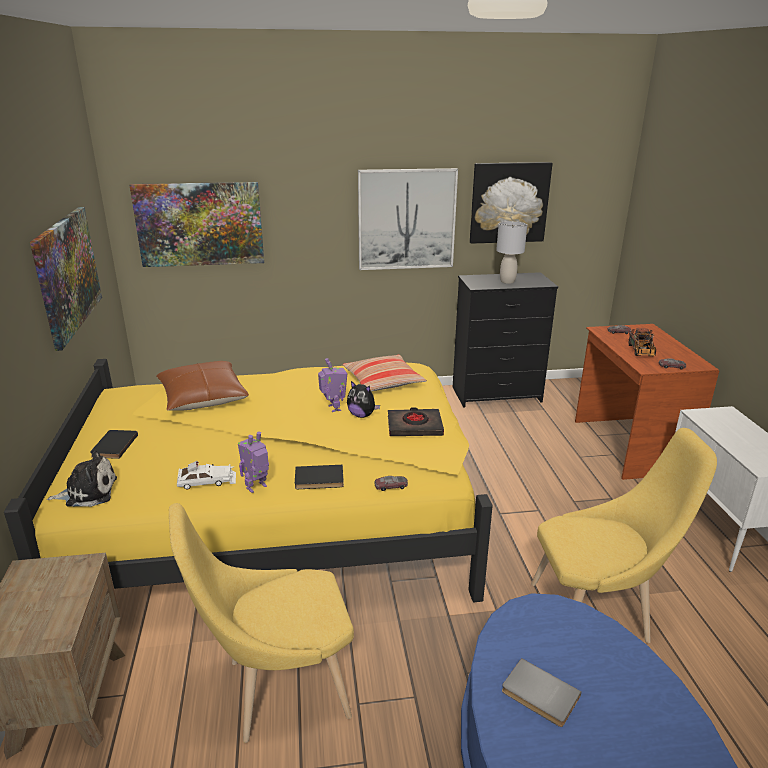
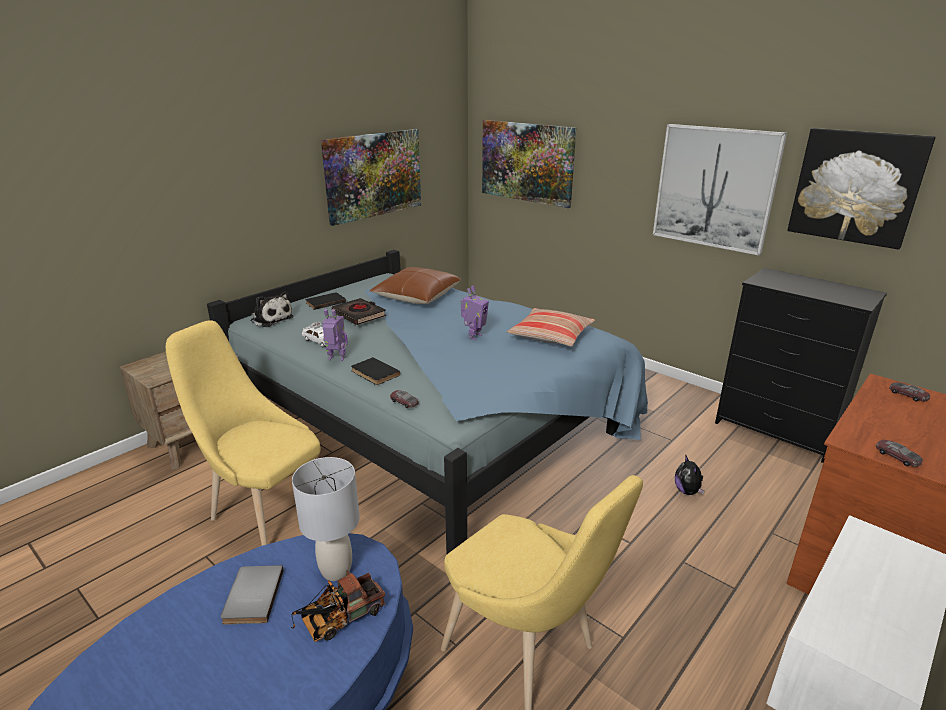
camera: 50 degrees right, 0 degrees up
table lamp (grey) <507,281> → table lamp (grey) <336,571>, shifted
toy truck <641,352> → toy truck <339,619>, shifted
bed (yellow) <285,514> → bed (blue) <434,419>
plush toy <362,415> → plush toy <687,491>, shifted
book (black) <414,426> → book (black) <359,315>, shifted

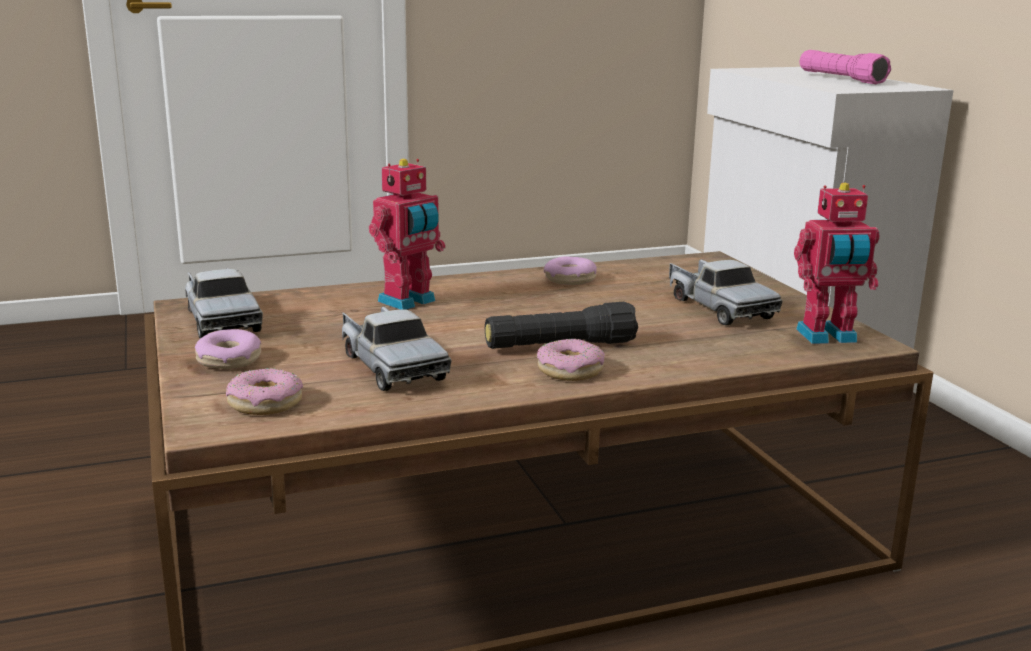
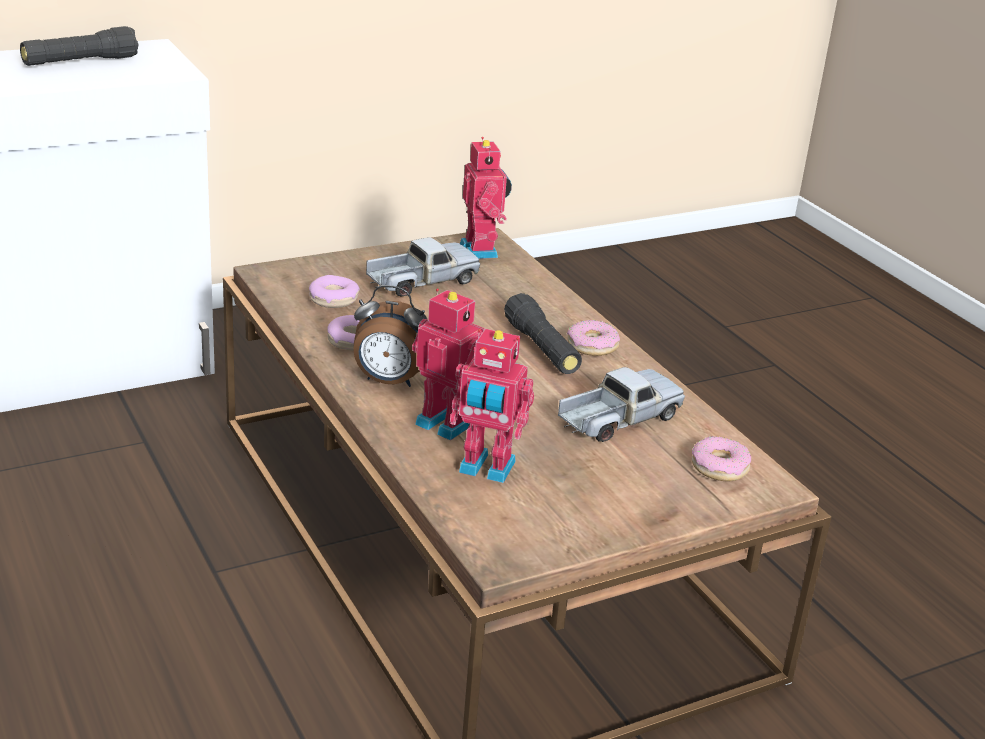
camera: 100 degrees left, 10 degrees up
flashlight (pink) <840,79> → flashlight (black) <80,62>
toy truck <221,319> → -
donut <228,360> → donut <334,299>, shifted
- → alarm clock <389,381>
- → toy robot <486,469>

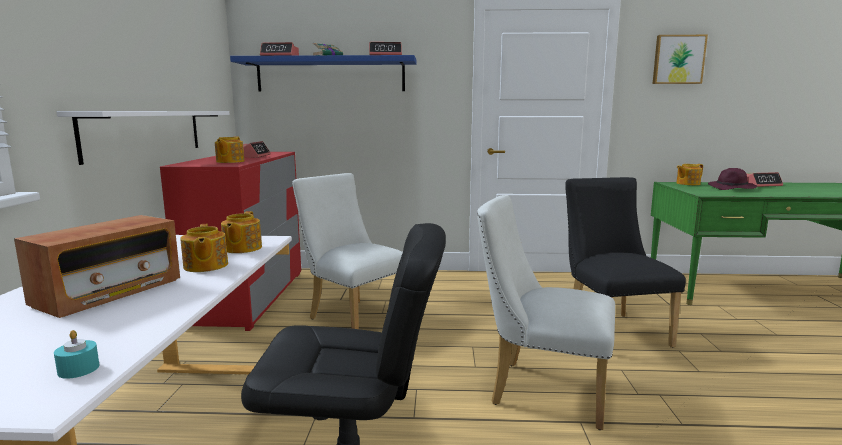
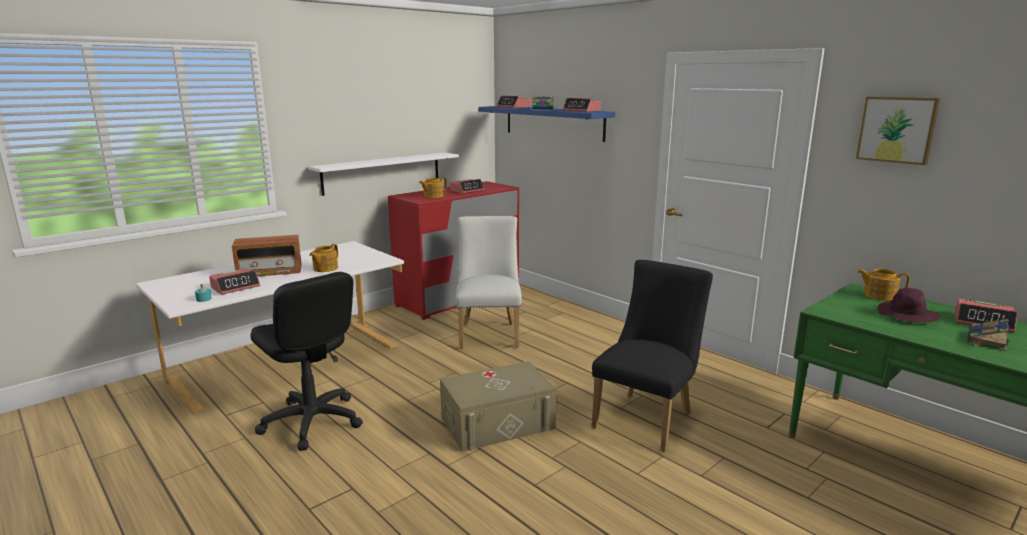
camera: 45 degrees right, 5 degrees up
chair (white) <540,390> → storage box (beige) <497,423>
teapot <241,248> → -
- → alarm clock <235,287>
- → book <987,341>

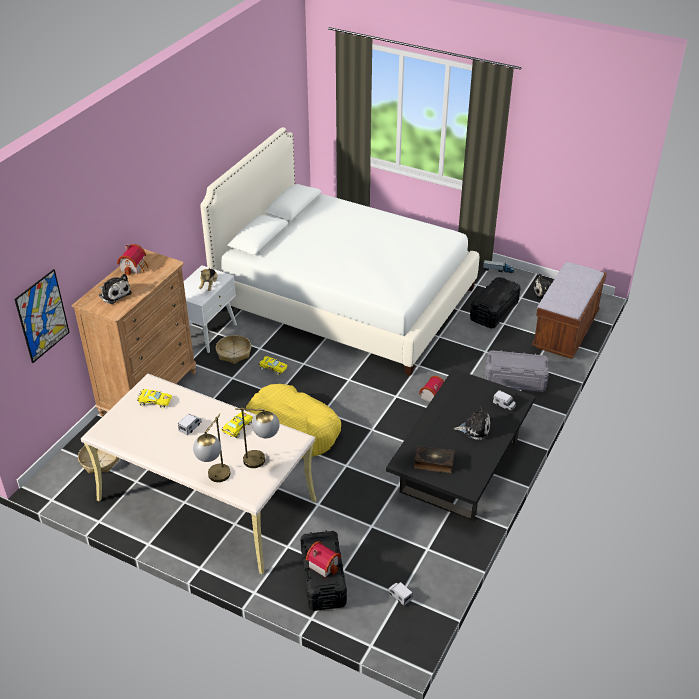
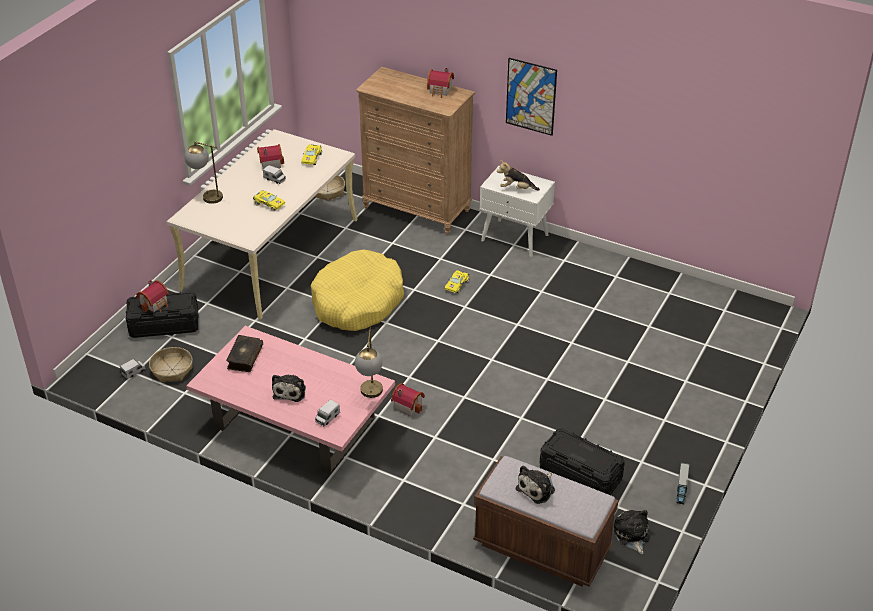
camera: 90 degrees right, 0 degrees up
bed (white) <344,298> → -
picture <42,316> → picture <531,96>, shifted
plush toy <114,294> → plush toy <537,488>, shifted
basket <234,353> → basket <172,369>, shifted
storage box (grey) <515,380> → -
coffee table (black) <459,464> → coffee table (pink) <296,422>
table lamp <262,460> → table lamp <371,396>, shifted
- → toy house <269,163>

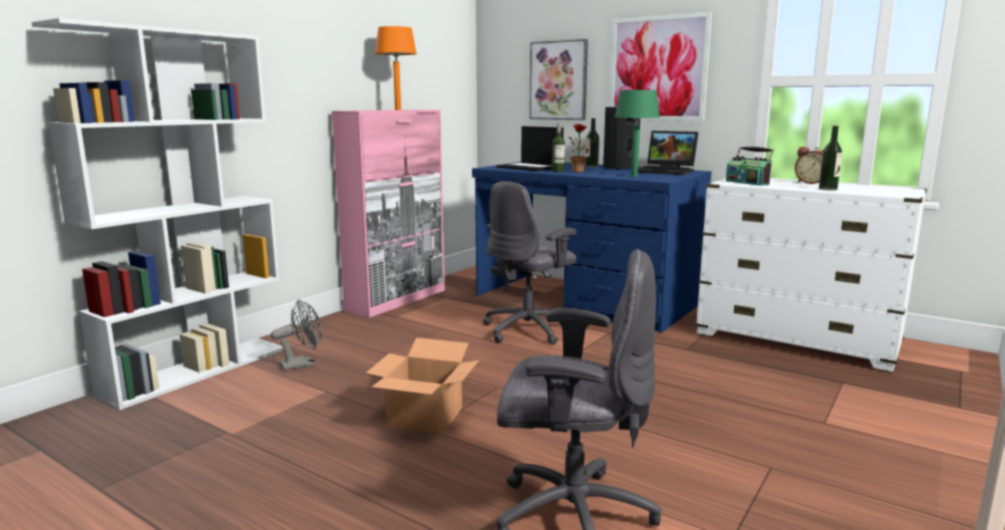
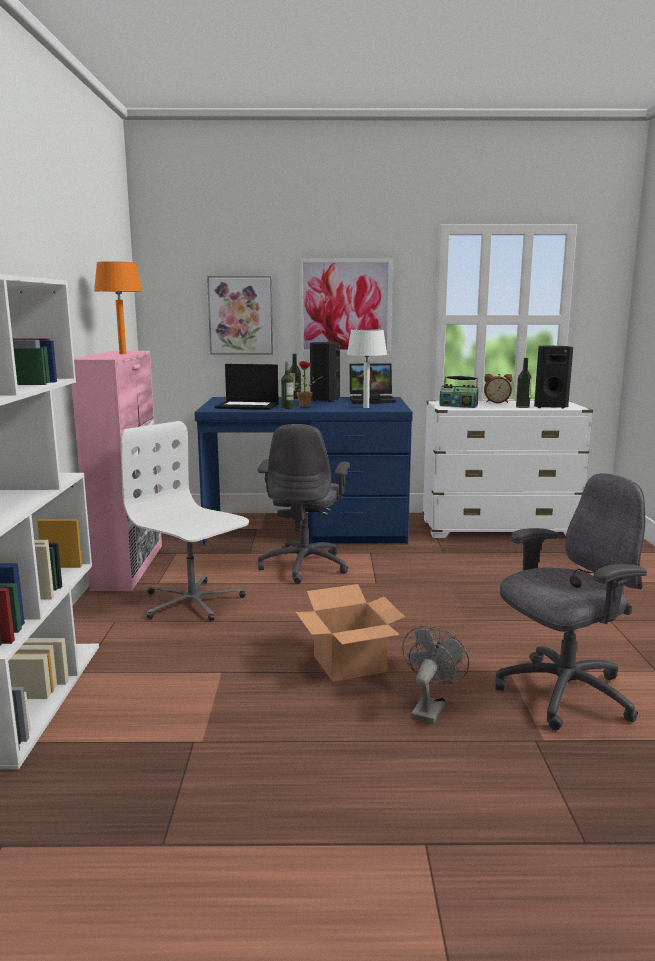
camera: 35 degrees left, 0 degrees up
table lamp (green) <634,176> → table lamp (white) <366,407>
fan (grey) <302,364> → fan (grey) <429,708>, shifted
- → speaker (black) <549,407>
- → office chair (white) <192,602>

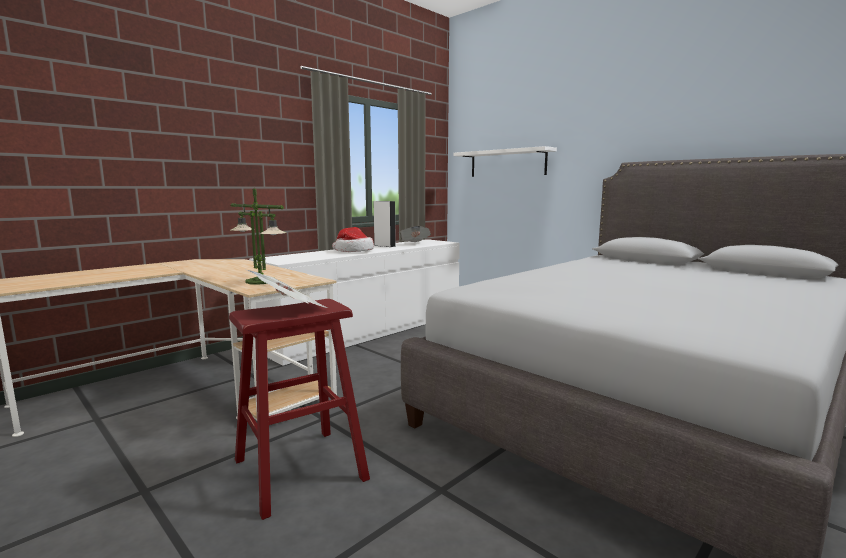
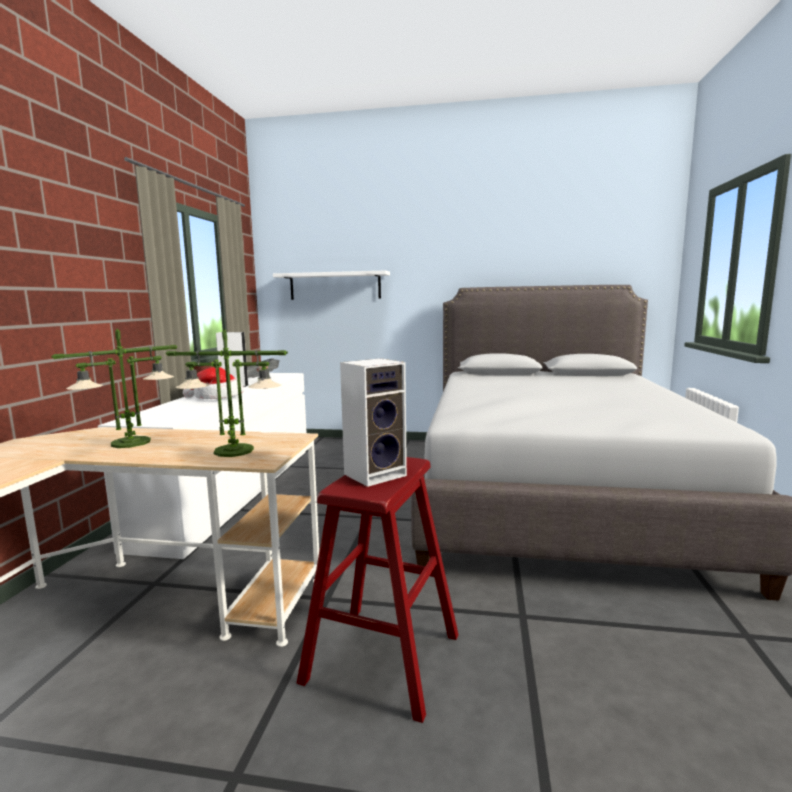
camera: 35 degrees left, 0 degrees up
newspaper <290,309> → speaker <376,474>
- → table lamp <130,443>

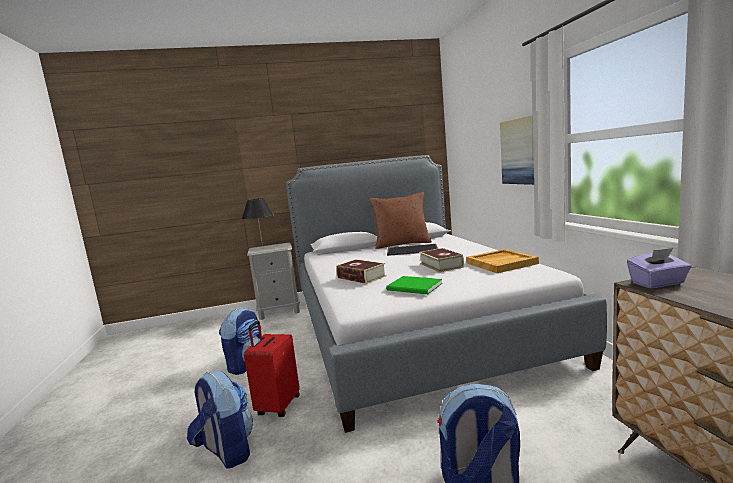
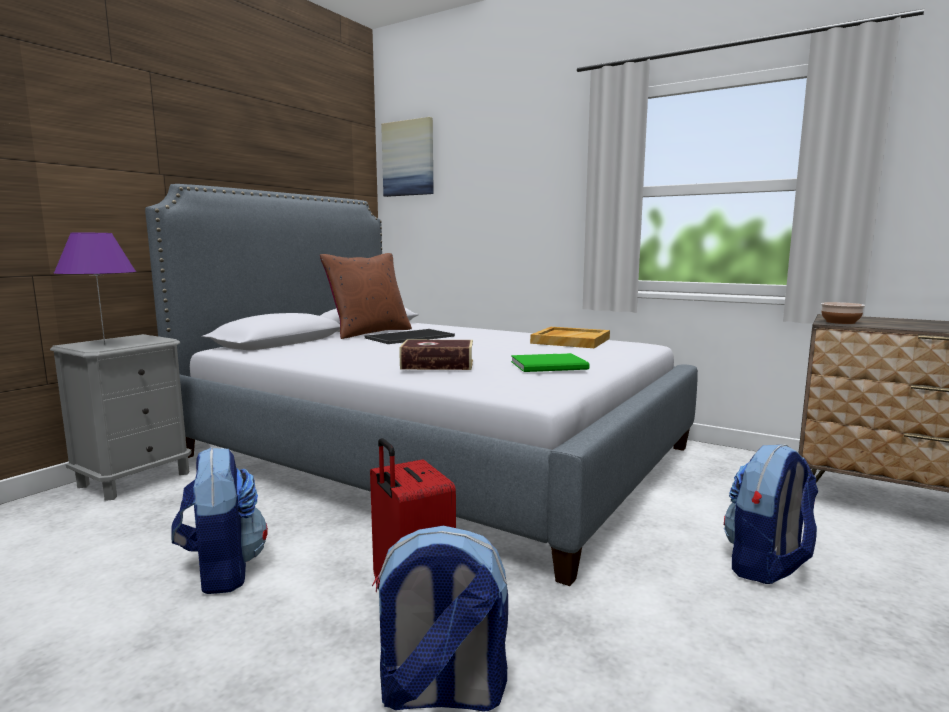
camera: 45 degrees left, 0 degrees up
picture <520,151> → picture <408,158>, shifted
table lamp (black) <262,248> → table lamp (purple) <104,344>
book <441,265> → -
tissue box (purple) <658,283> → bowl <840,322>

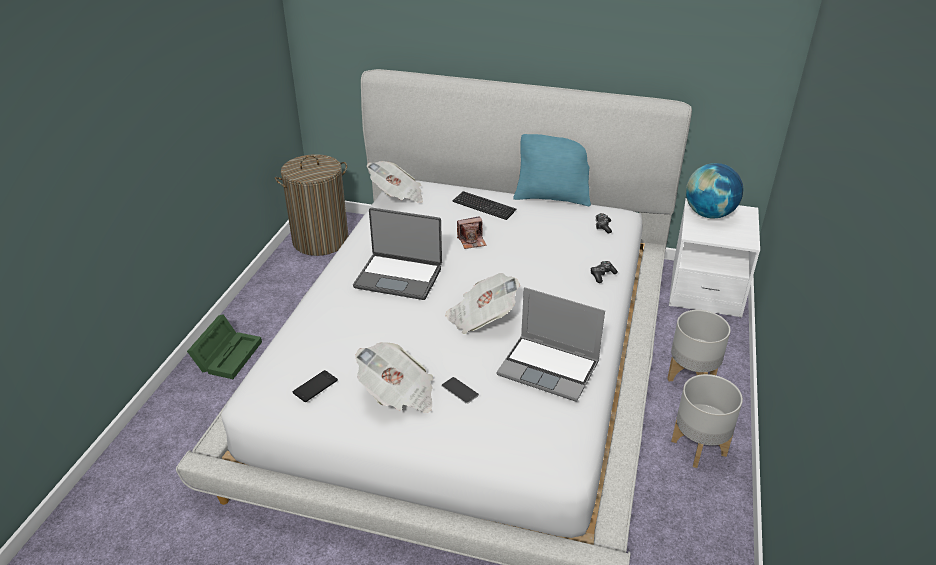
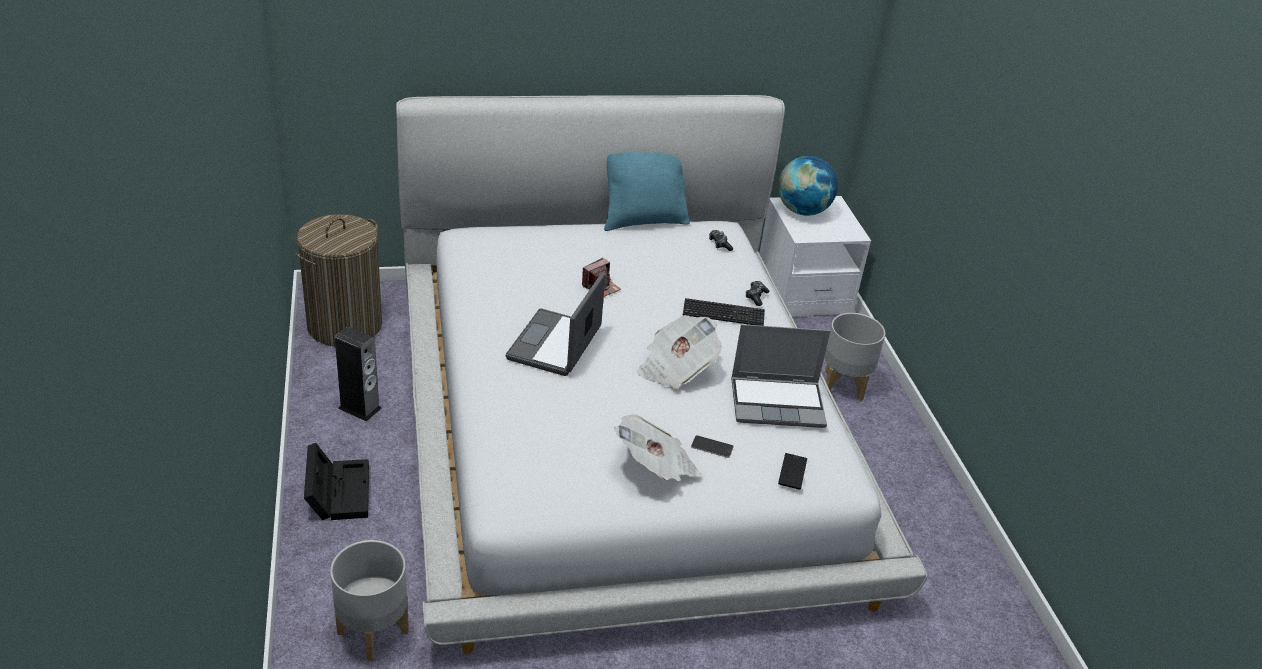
camera: 30 degrees left, 0 degrees up
newspaper <397,195> → -
keyboard <484,206> → keyboard <723,314>, shifted
laptop <399,277> → laptop <556,344>, 120 degrees clockwise
storage box (green) <228,354> → storage box (black) <338,491>
phone <315,386> → phone <792,471>, shifted
planter (grey) <699,447> → planter (grey) <373,631>, shifted
- → speaker <360,408>

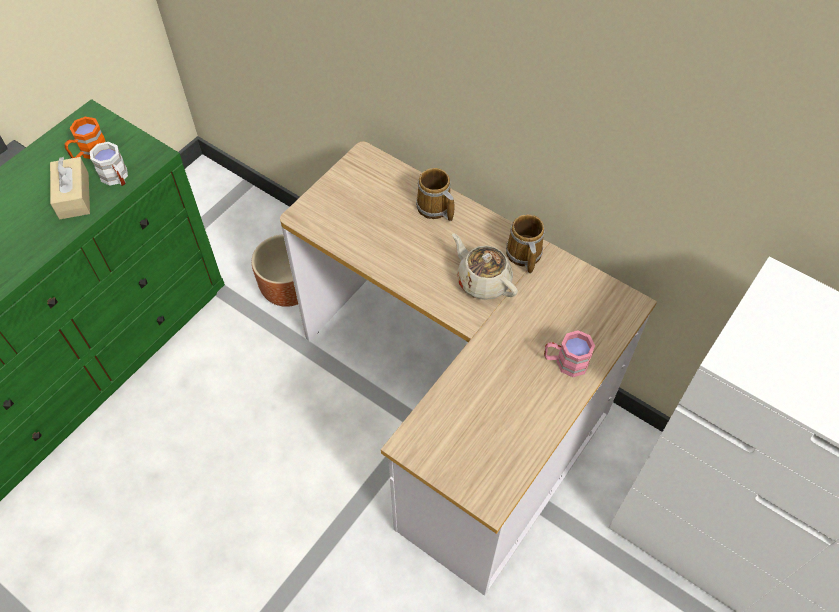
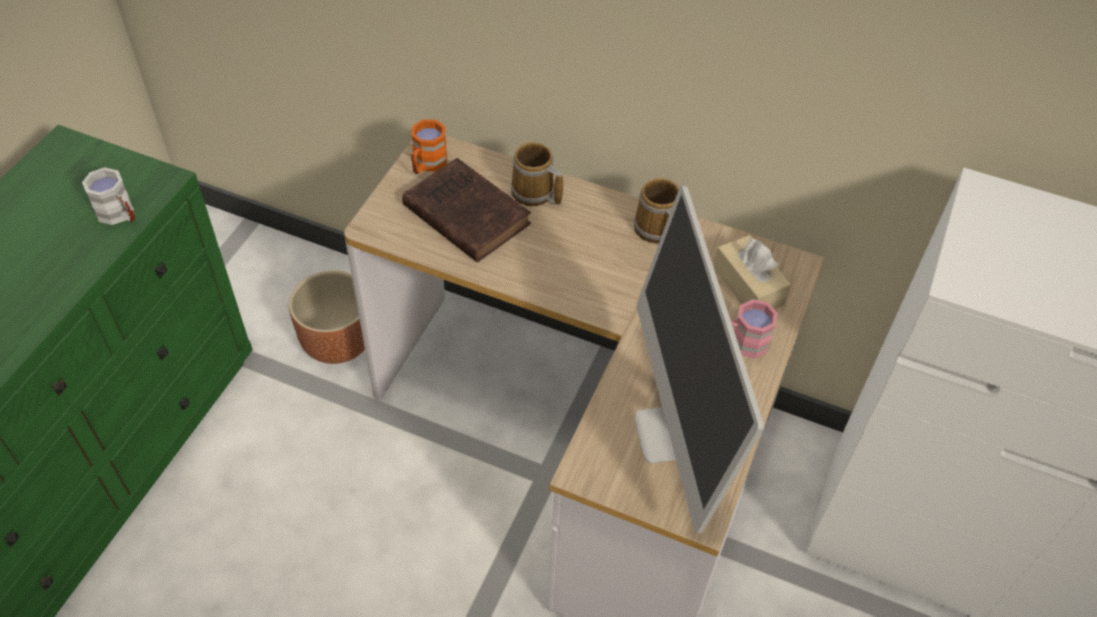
camera: 15 degrees left, 5 degrees down
mug (orange) <89,153> → mug (orange) <427,164>, shifted
tissue box (beige) <74,196> → tissue box (beige) <748,286>, shifted
teapot (beige) <483,281> → -
- → book (brown) <464,213>
- → monitor <673,433>

